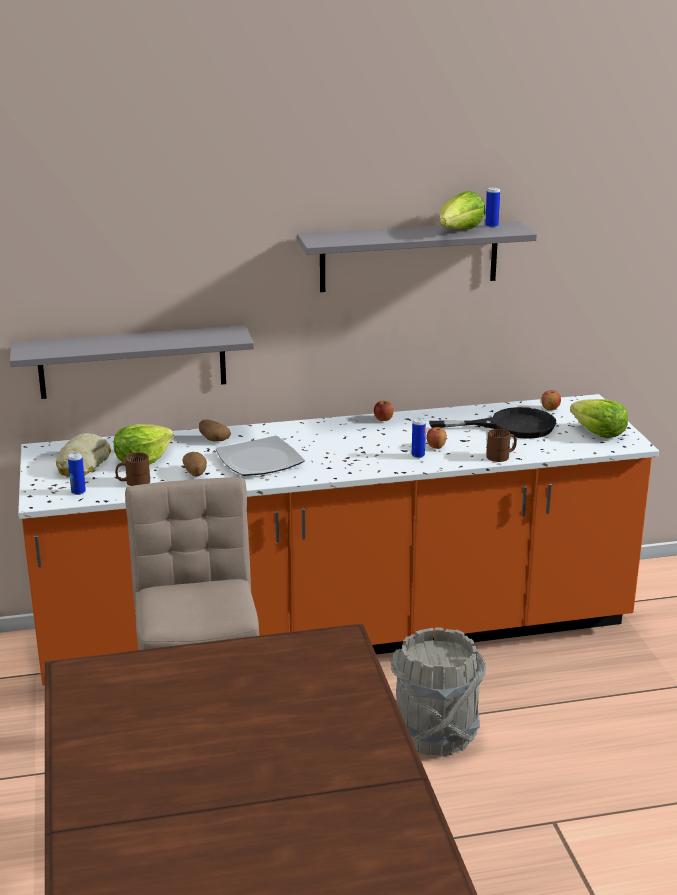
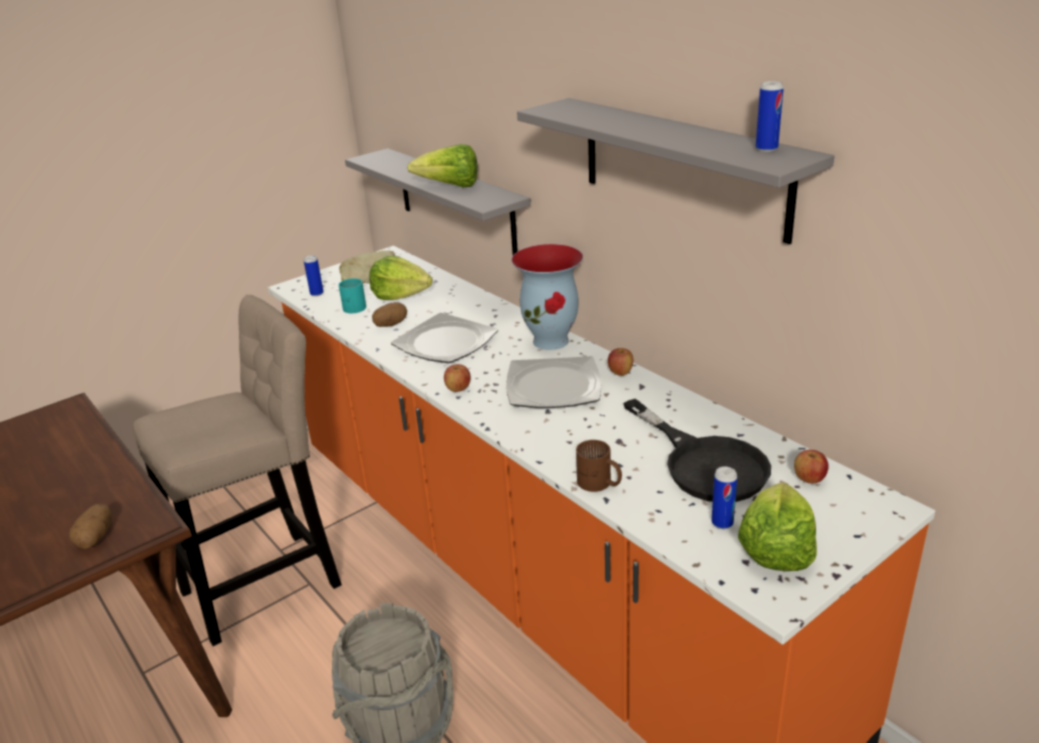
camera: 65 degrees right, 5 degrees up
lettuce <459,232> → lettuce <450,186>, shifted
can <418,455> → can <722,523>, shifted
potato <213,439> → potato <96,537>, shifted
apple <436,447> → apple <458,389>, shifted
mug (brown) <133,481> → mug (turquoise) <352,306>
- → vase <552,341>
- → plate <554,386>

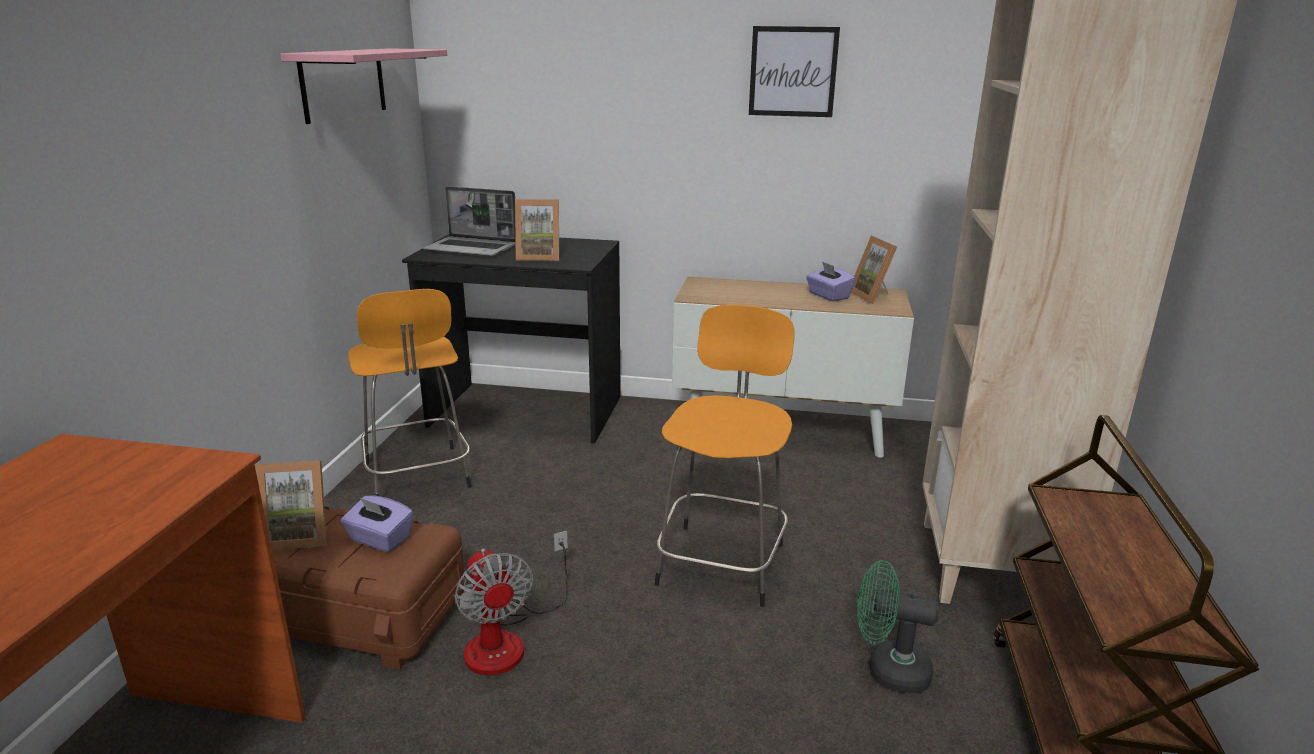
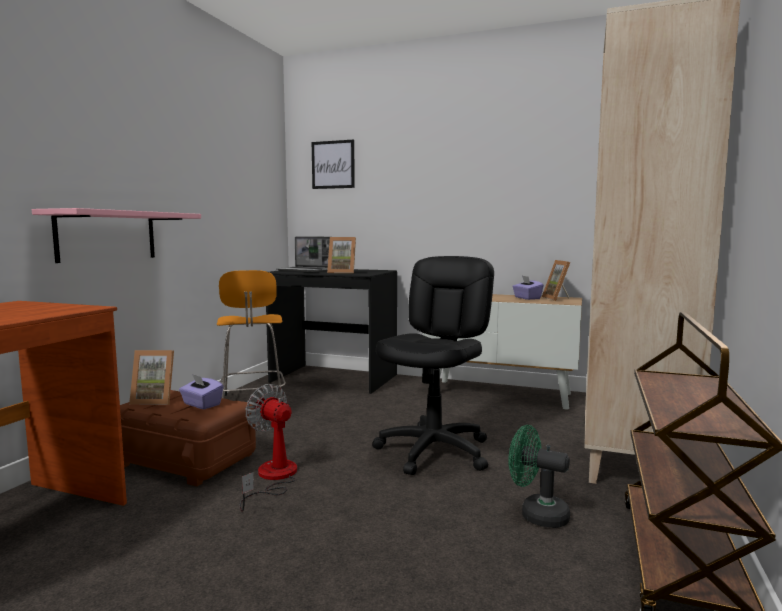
camera: 10 degrees right, 15 degrees down
picture <793,72> → picture <333,164>, shifted
shelf (pink) <344,83> → shelf (pink) <107,236>, shifted
stool (orange) <722,561> → office chair (black) <434,451>
fan <508,639> → fan <272,478>, 150 degrees clockwise

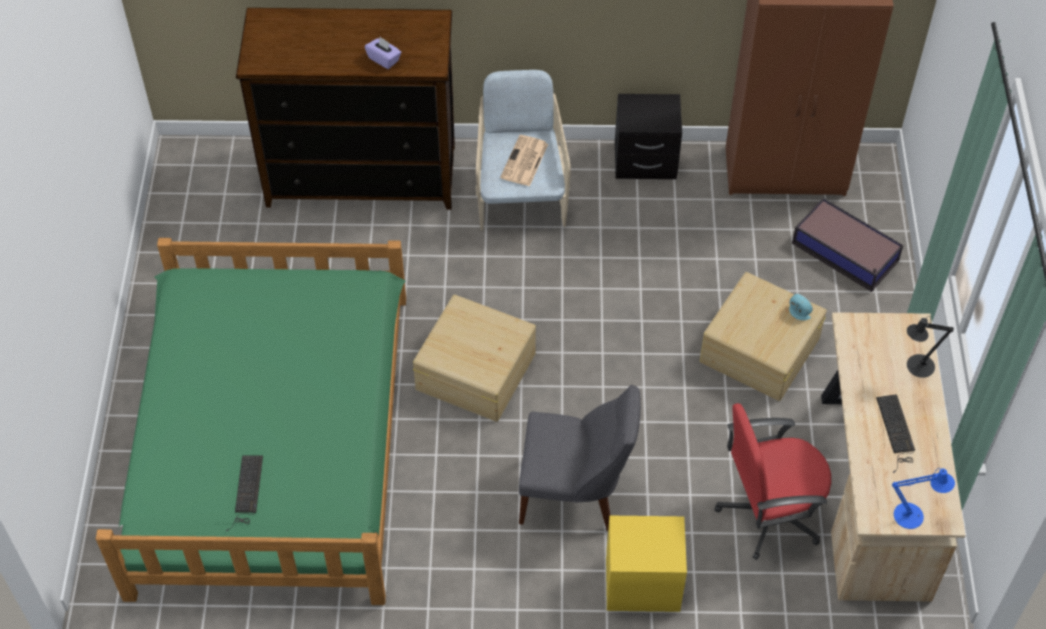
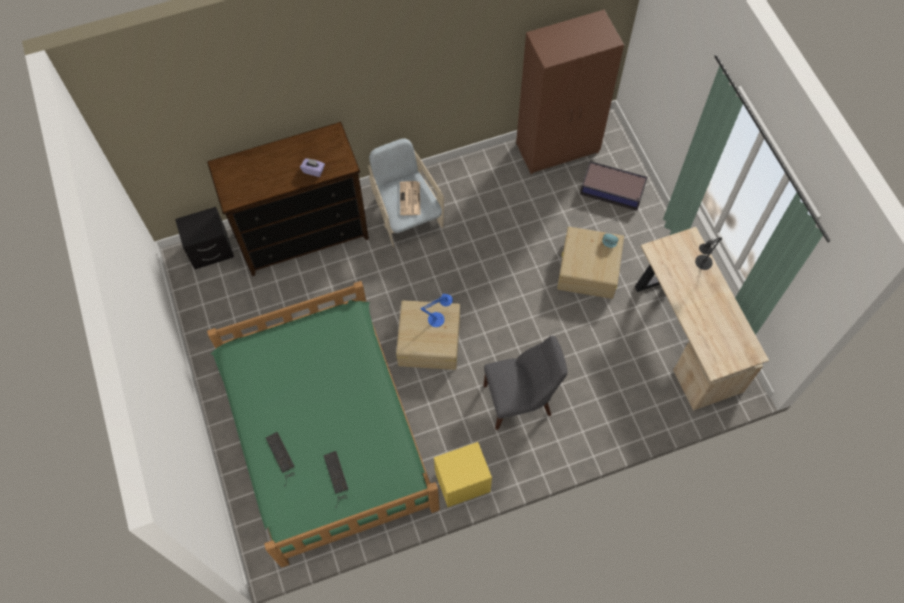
camera: 20 degrees left, 10 degrees up
nightstand (black) <645,162> → nightstand (black) <211,251>, shifted
keyboard <896,431> → keyboard <281,457>, shifted
office chair (red) <768,512> → -
table lamp (blue) <913,516> → table lamp (blue) <438,319>, shifted
nightstand (yellow) <642,582> → nightstand (yellow) <462,481>, shifted

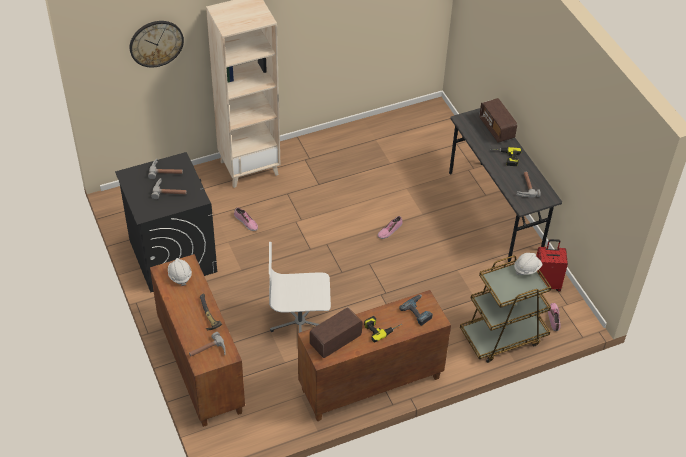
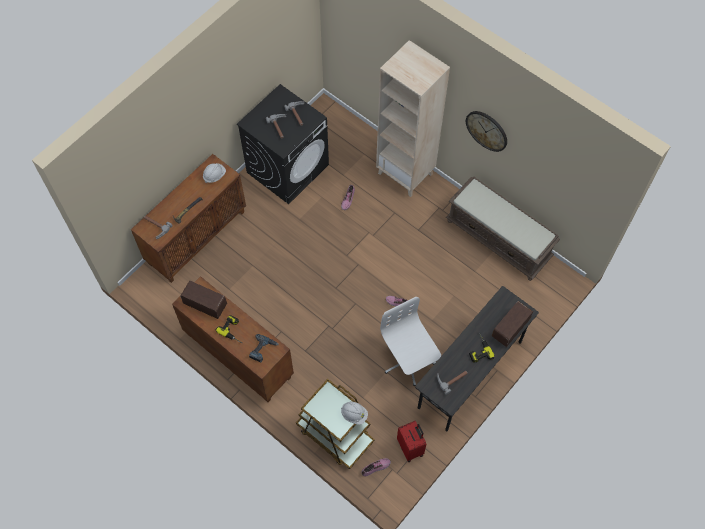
camera: 65 degrees right, 15 degrees up
wall clock <156,43> → wall clock <487,130>, shifted
office chair (white) <300,324> → office chair (white) <408,361>, shifted
- → bench (brown) <499,239>

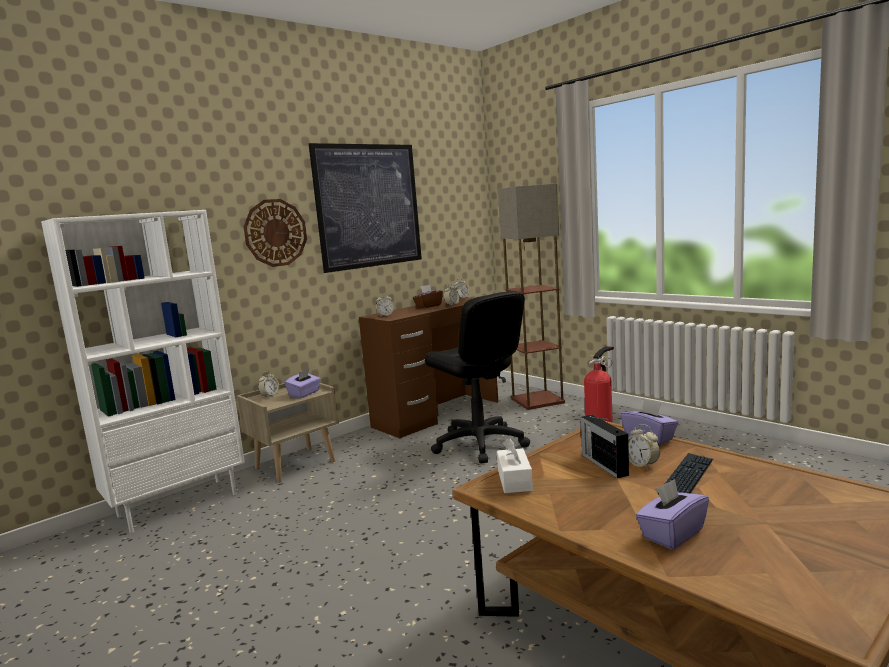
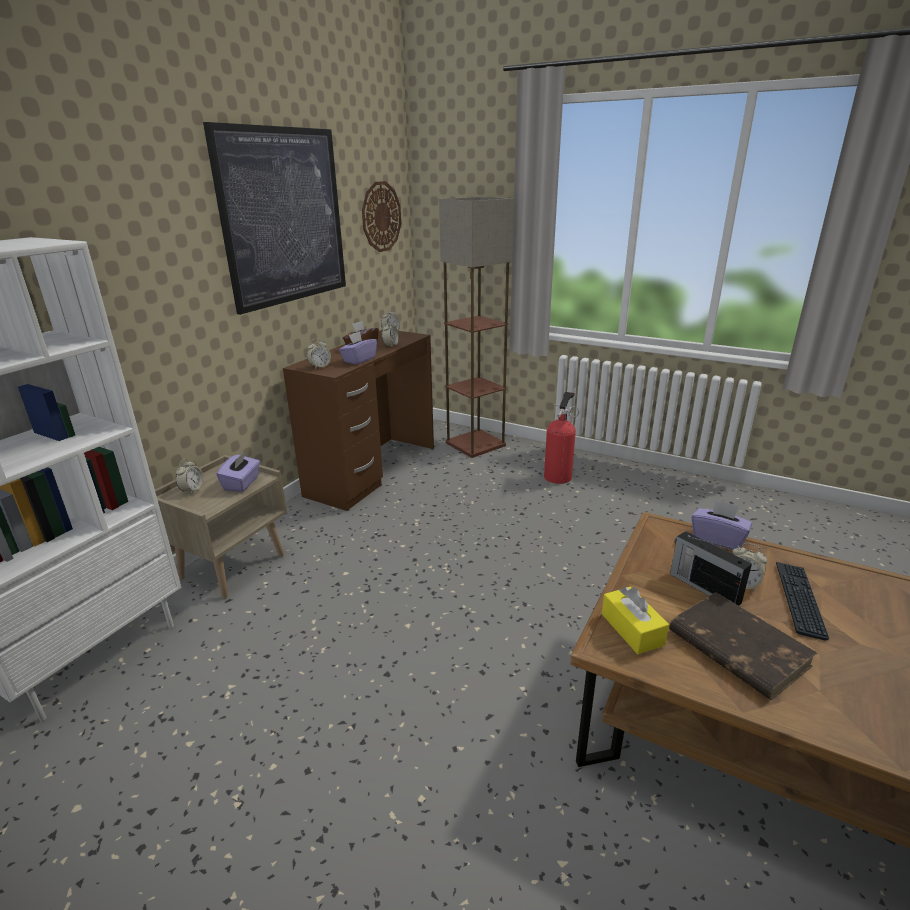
camera: 20 degrees left, 15 degrees up
wall clock <275,233> → wall clock <381,217>, shifted
office chair (black) <479,444> → -
tissue box (white) <514,480> → tissue box (yellow) <632,629>
tissue box (purple) <672,534> → tissue box (purple) <359,360>, shifted
- → book (brown) <736,647>

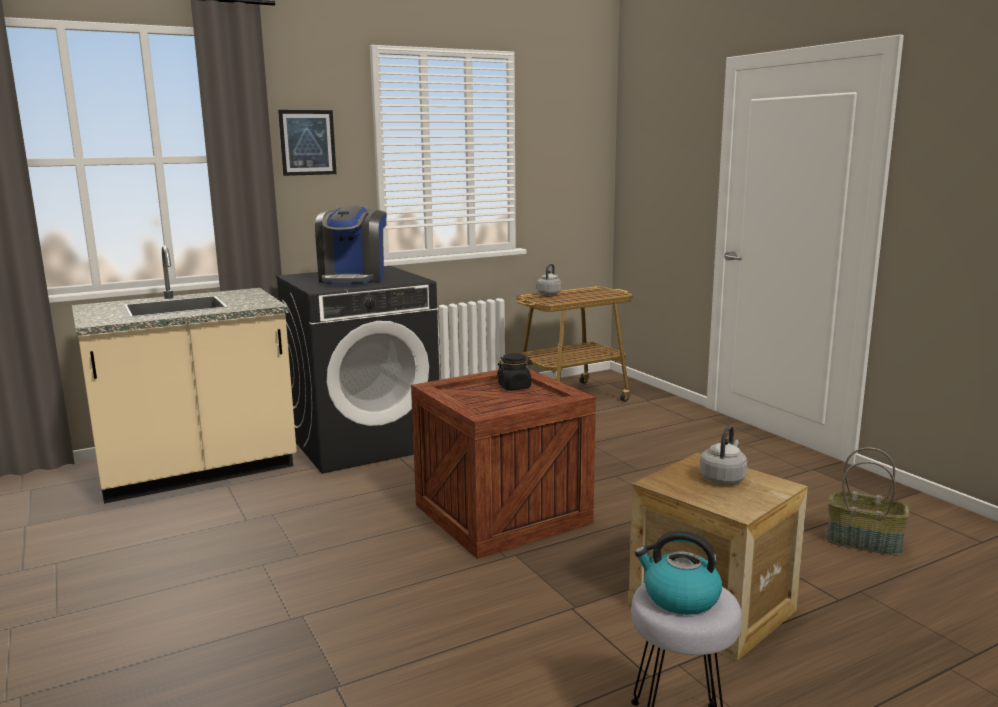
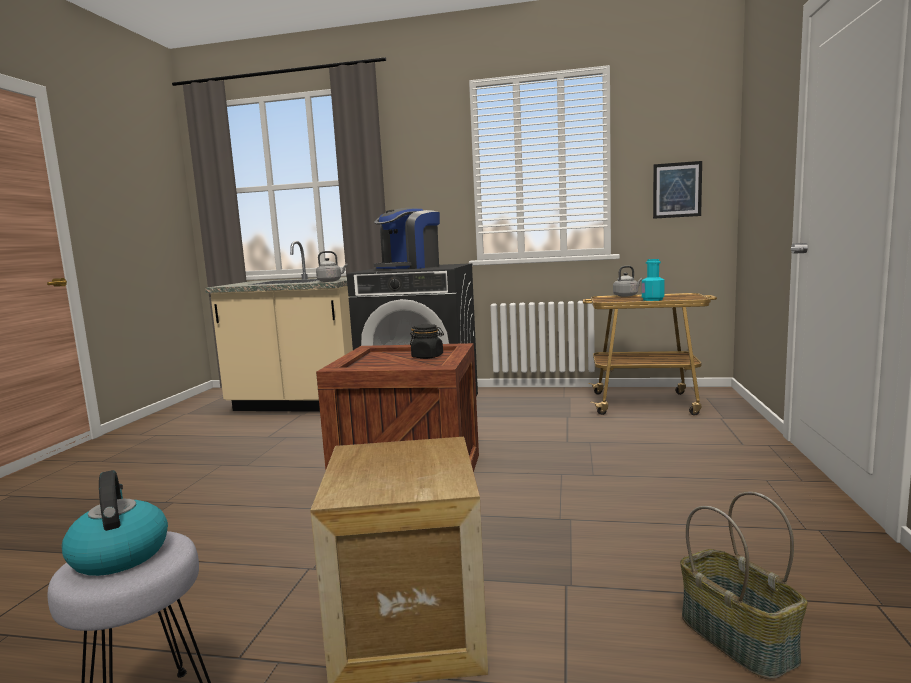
camera: 40 degrees right, 5 degrees down
picture <307,142> → picture <677,190>, shifted
kettle (grey) <723,478> → kettle (grey) <331,281>, shifted
- → bottle (turquoise) <652,299>

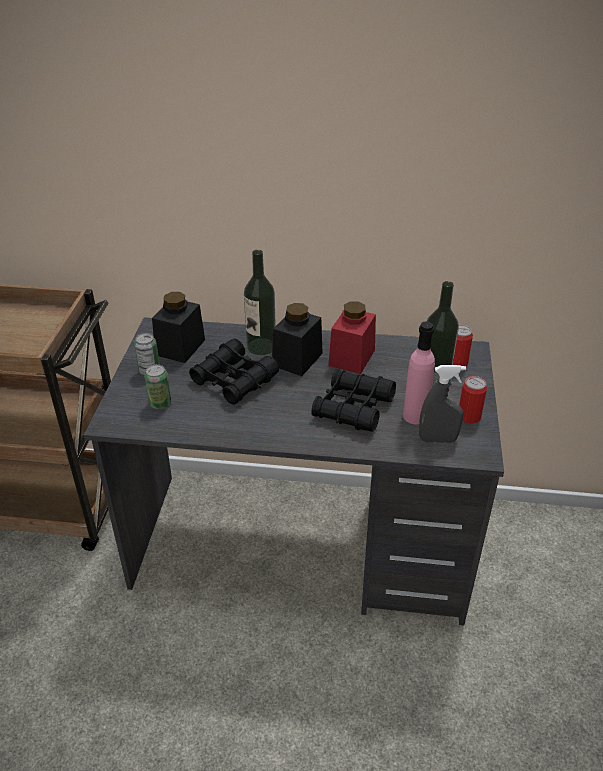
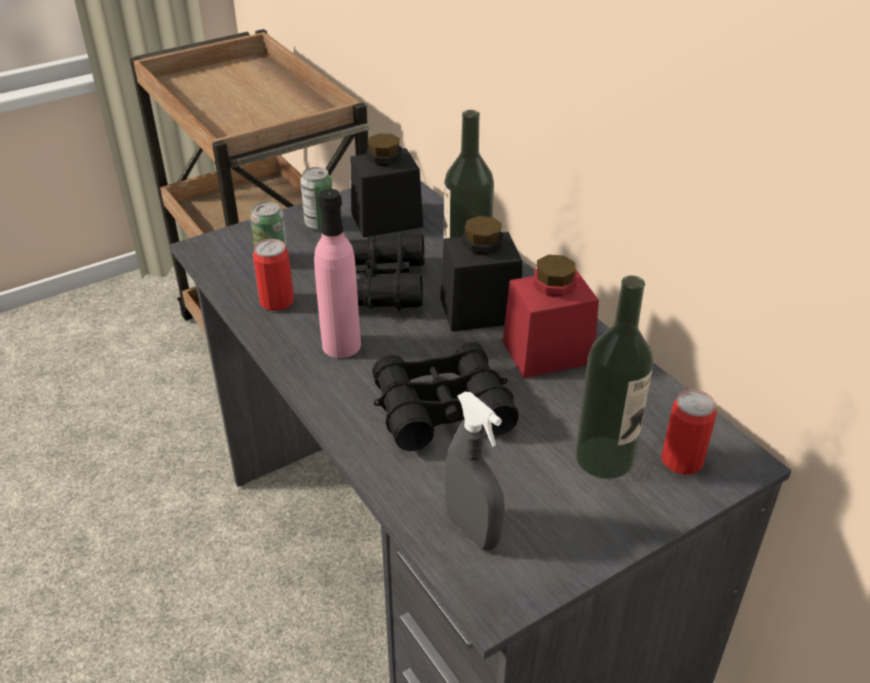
camera: 50 degrees right, 0 degrees up
bottle (pink) <415,416> → bottle (pink) <341,345>, shifted
can <469,416> → can <276,301>, shifted

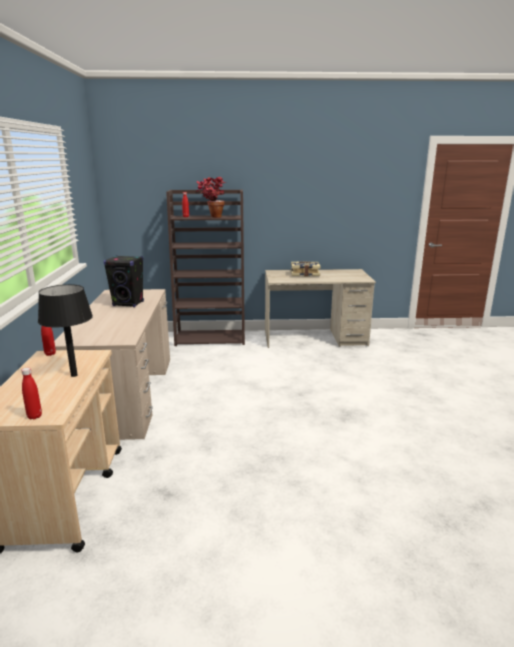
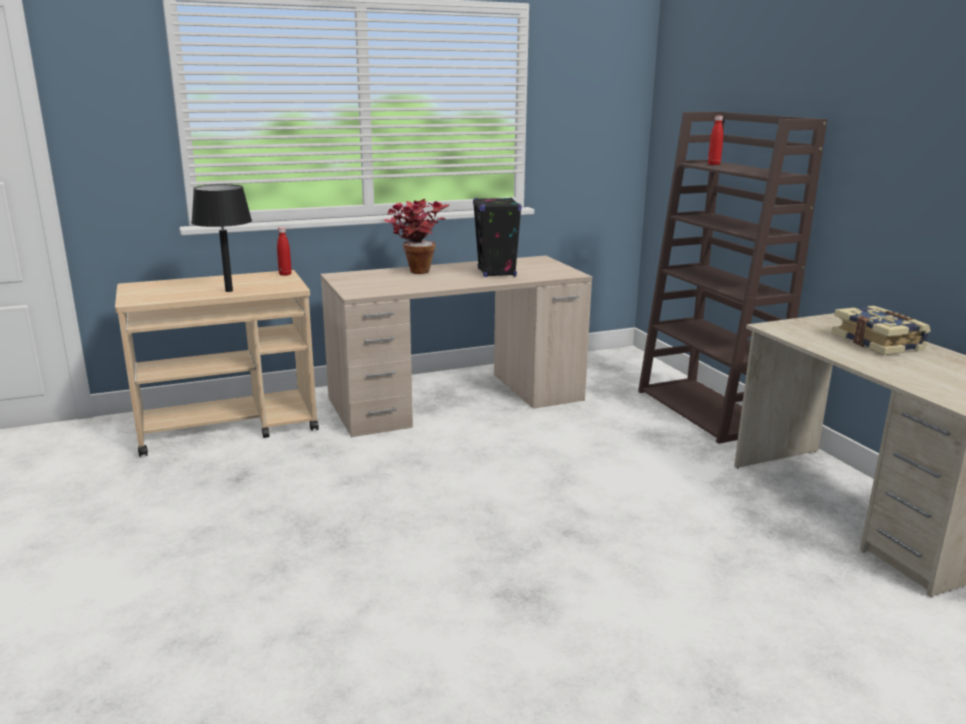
camera: 70 degrees right, 0 degrees up
potted plant <212,217> → potted plant <415,270>, shifted
bottle (red) <34,416> → -

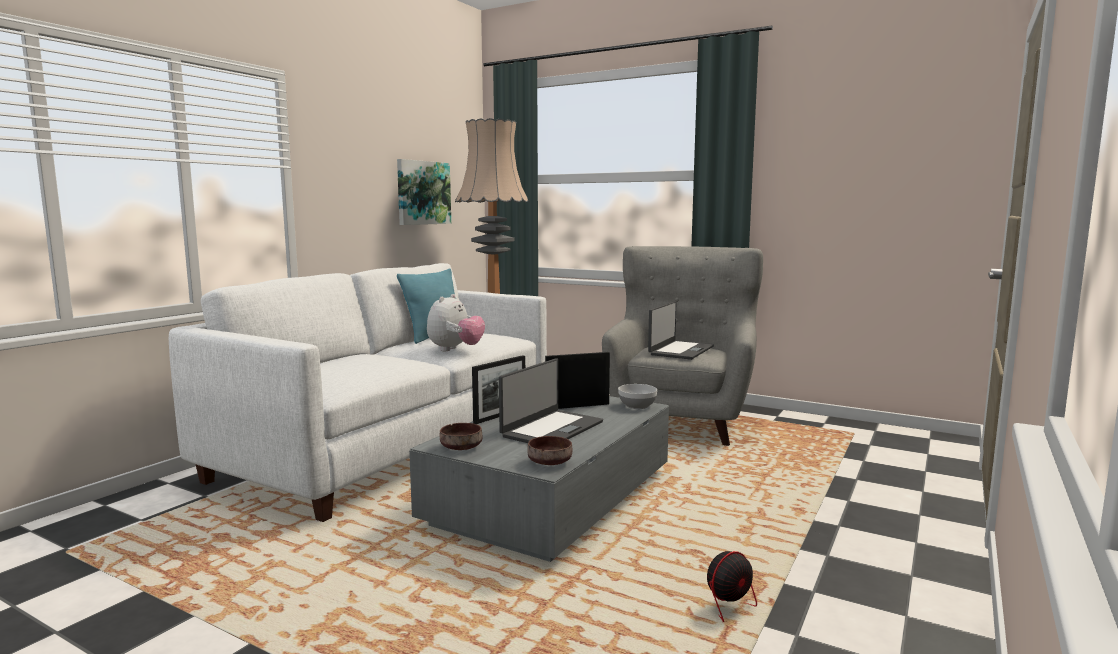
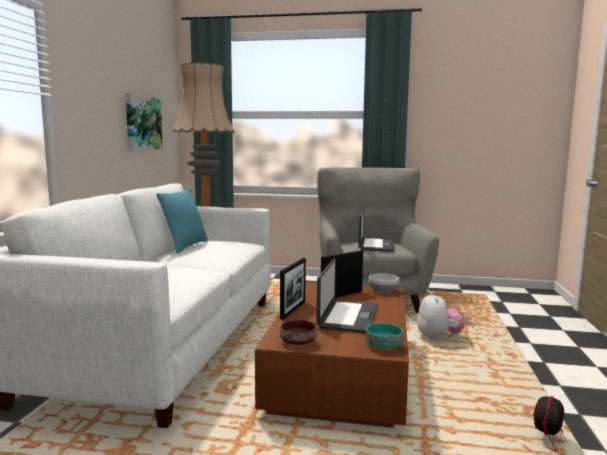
camera: 20 degrees left, 0 degrees up
plush toy <455,350> → plush toy <438,338>, shifted
coffee table (grey) <552,498> → coffee table (brown) <340,372>
bowl (brown) <550,462> → bowl (turquoise) <384,345>

